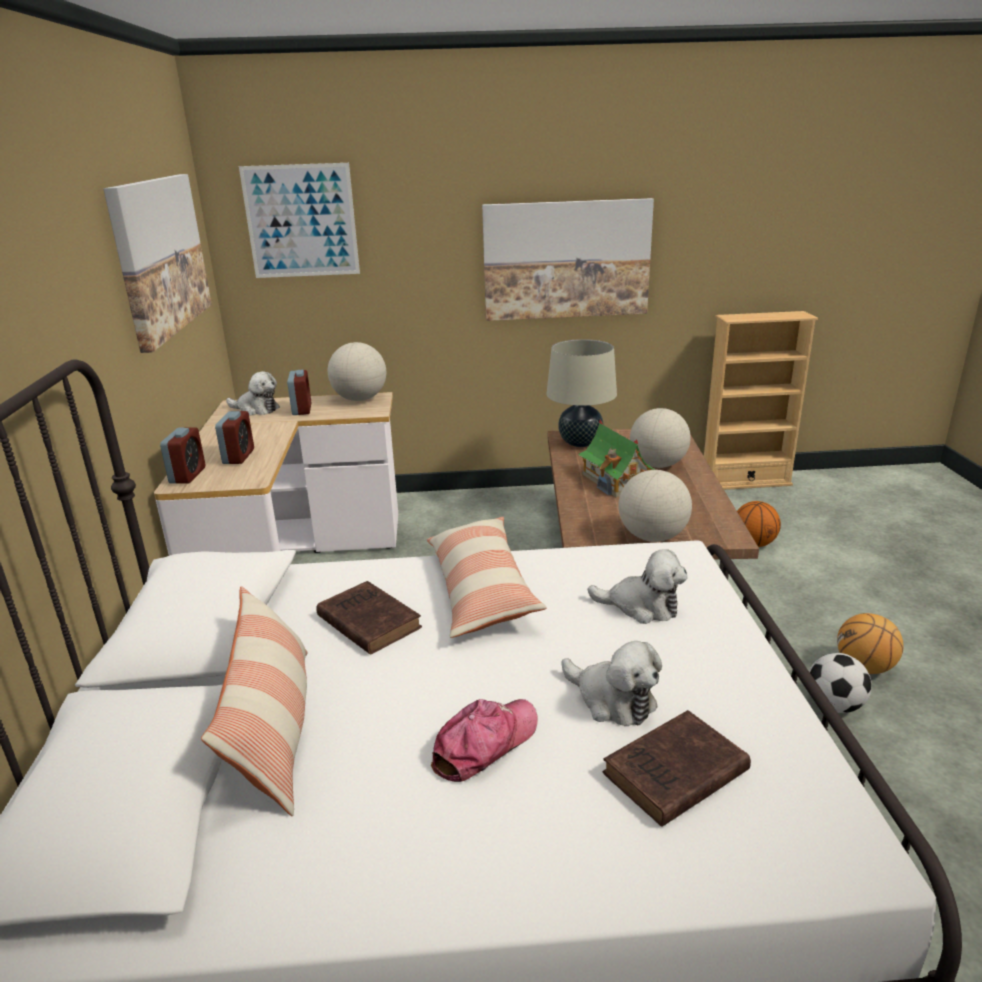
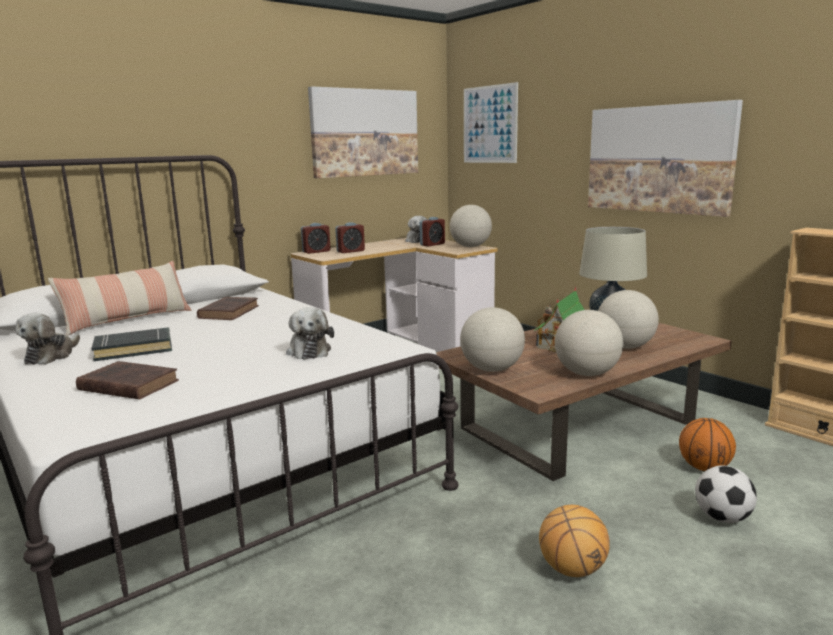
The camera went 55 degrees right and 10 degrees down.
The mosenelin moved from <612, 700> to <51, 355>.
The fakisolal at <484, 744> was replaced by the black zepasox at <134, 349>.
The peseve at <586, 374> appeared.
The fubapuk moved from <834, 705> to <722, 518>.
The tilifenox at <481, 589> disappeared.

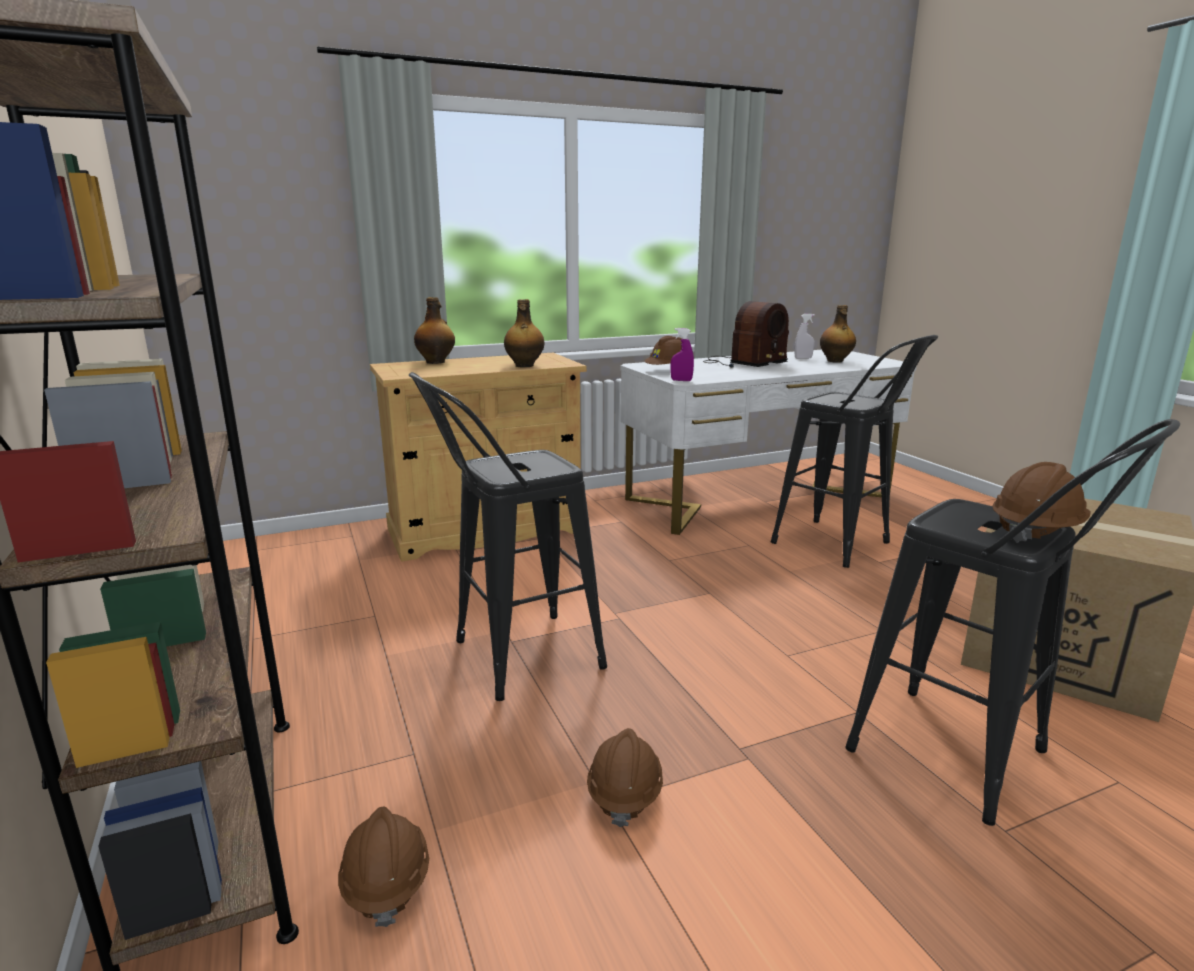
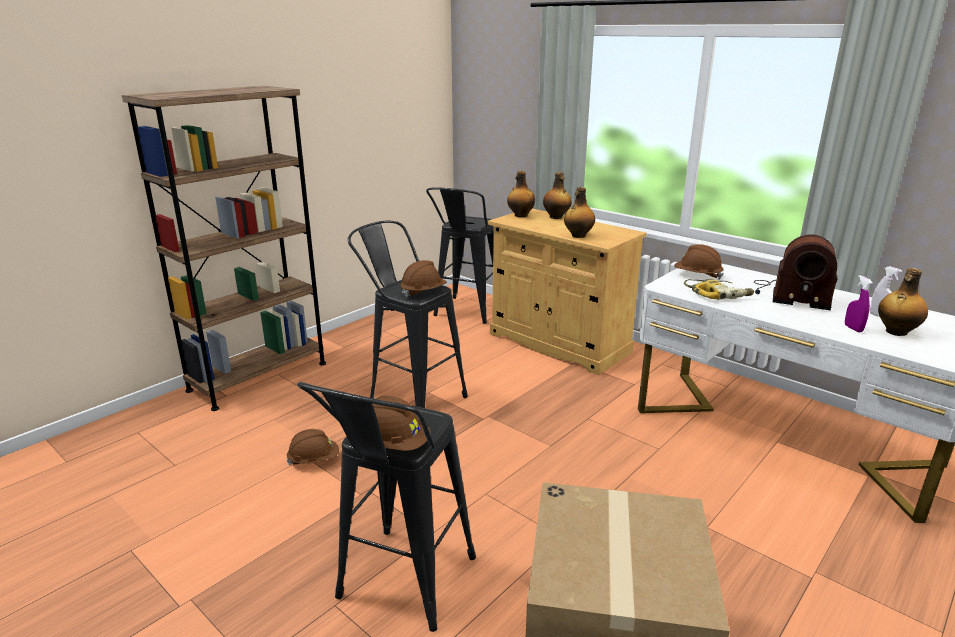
The camera went 65 degrees right and 5 degrees up.
The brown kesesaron moved from <386, 883> to <423, 292>.
The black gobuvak moved from <841, 547> to <465, 313>.
The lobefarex at <520, 215> appeared.
The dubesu at <718, 294> appeared.
The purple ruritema moved from <681, 380> to <853, 328>.

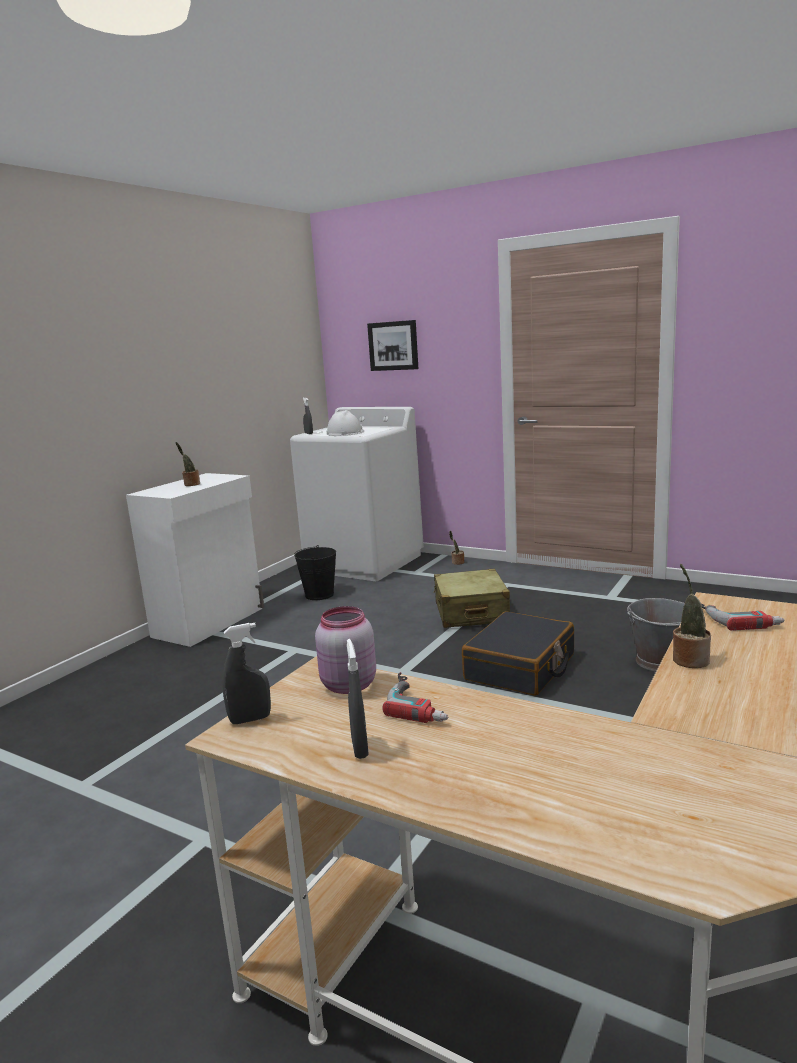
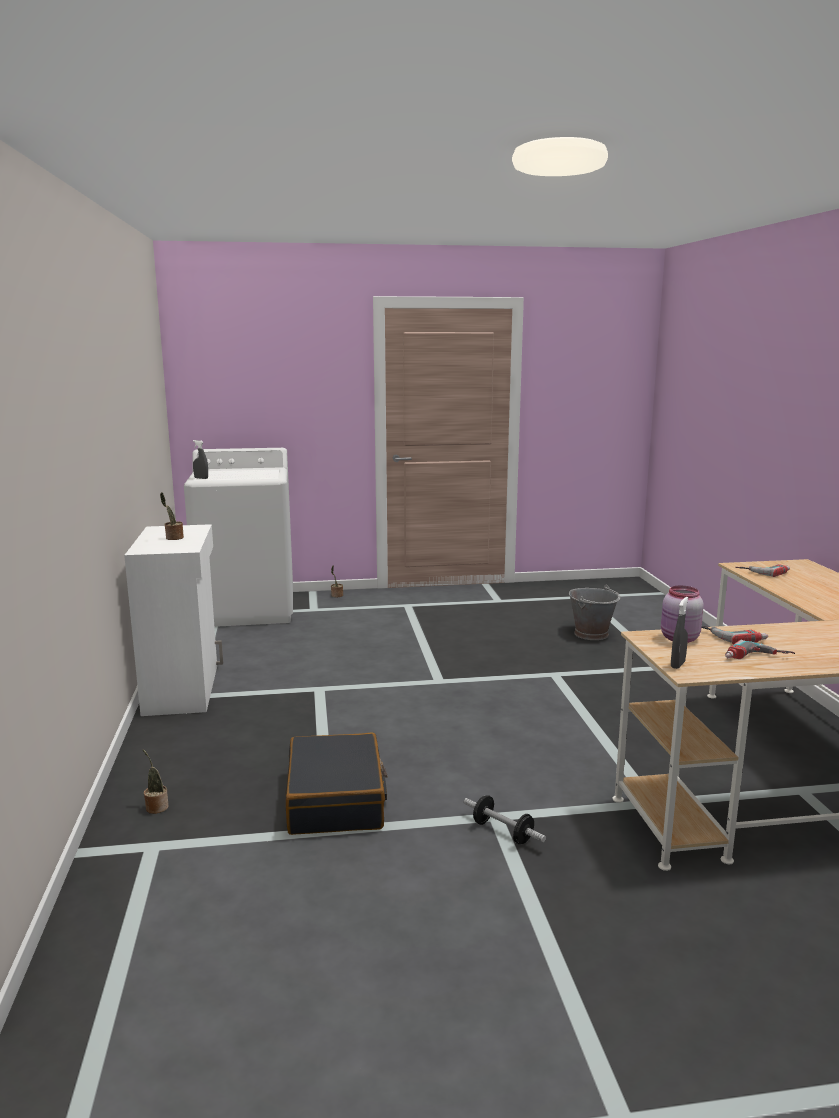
The camera went 40 degrees left and 0 degrees up.
The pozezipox moved from <689, 659> to <156, 807>.
The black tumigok moved from <520, 668> to <336, 800>.
The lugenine at <502, 832> appeared.
The grey ruritema at <360, 748> was replaced by the dubesu at <758, 659>.
The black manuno at <319, 595> disappeared.
The white kesesaron at <345, 433> disappeared.
The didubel at <393, 345> disappeared.
The beige tumigok at <471, 613> disappeared.

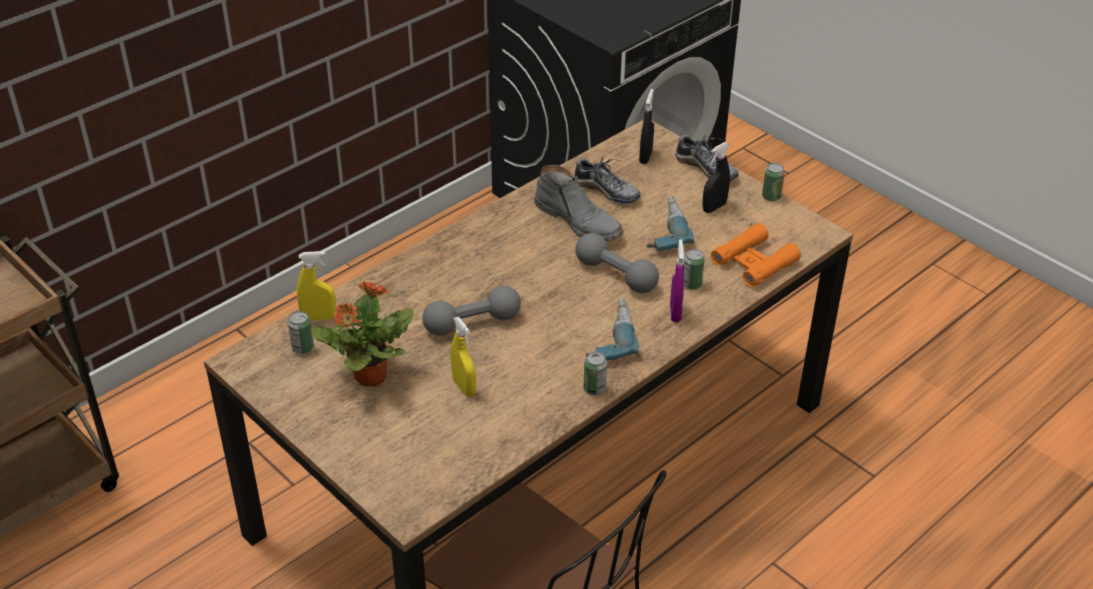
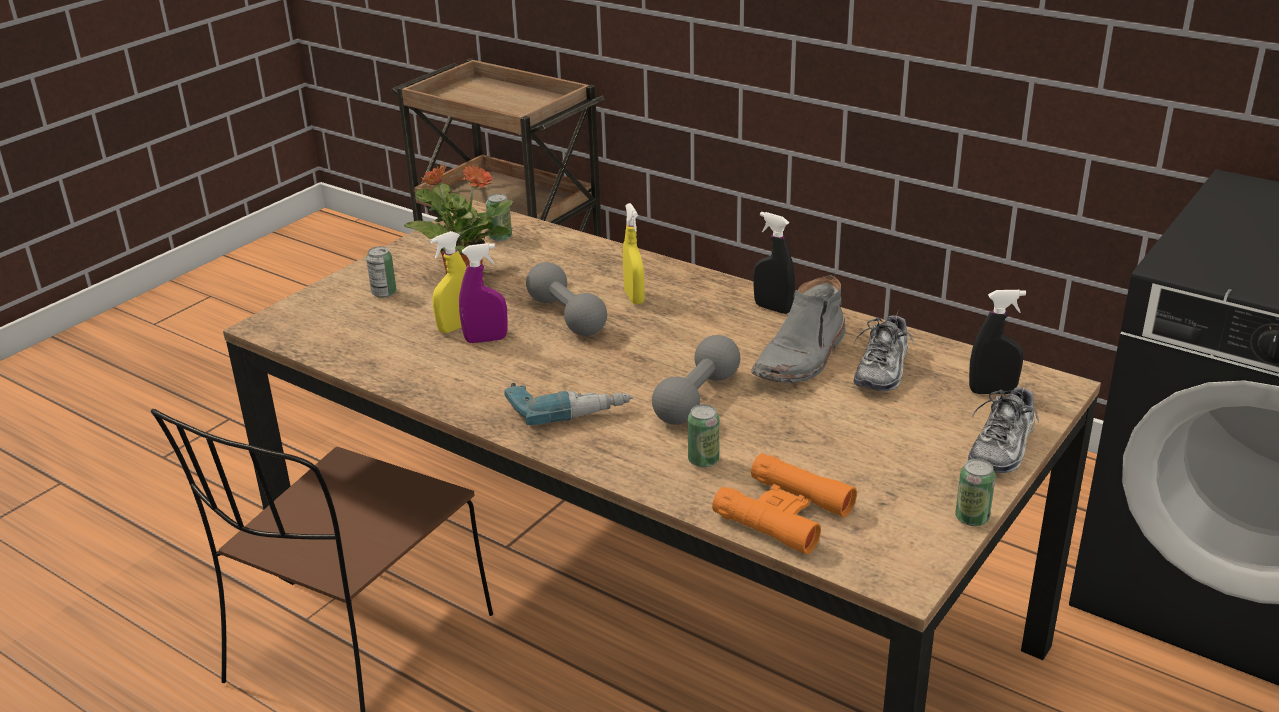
The camera went 80 degrees right and 10 degrees down.
The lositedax moved from <594, 389> to <384, 293>.
The purple ruritema moved from <675, 313> to <486, 339>.
The yellow ruritema moved from <319, 317> to <634, 297>.
The black ruritema moved from <714, 207> to <772, 308>.
The dubesu at <663, 230> disappeared.

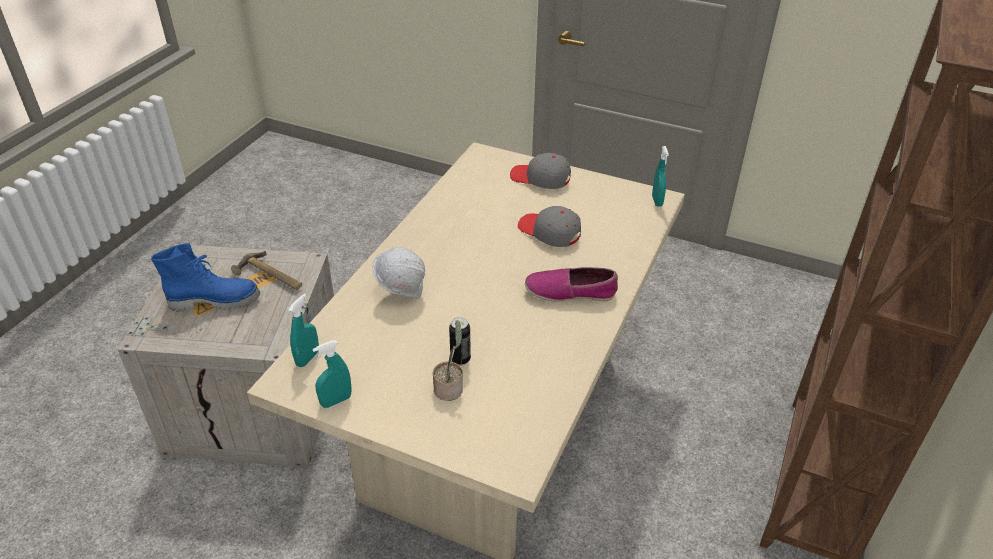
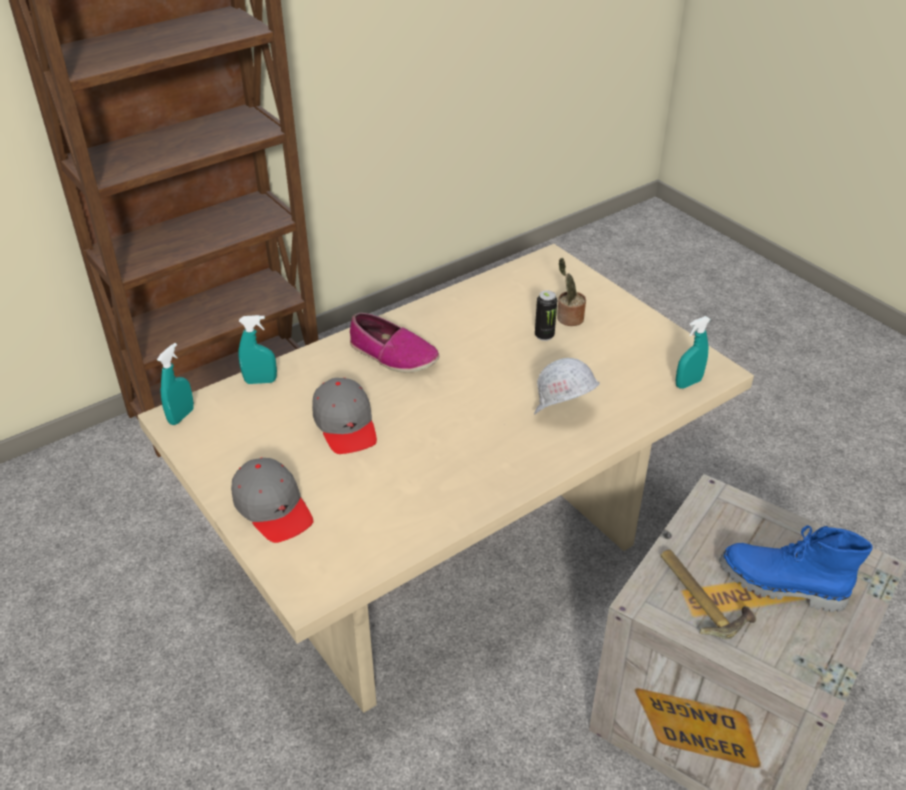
The camera went 150 degrees left and 0 degrees up.
The turquoise ruritema moved from <336, 401> to <260, 381>.

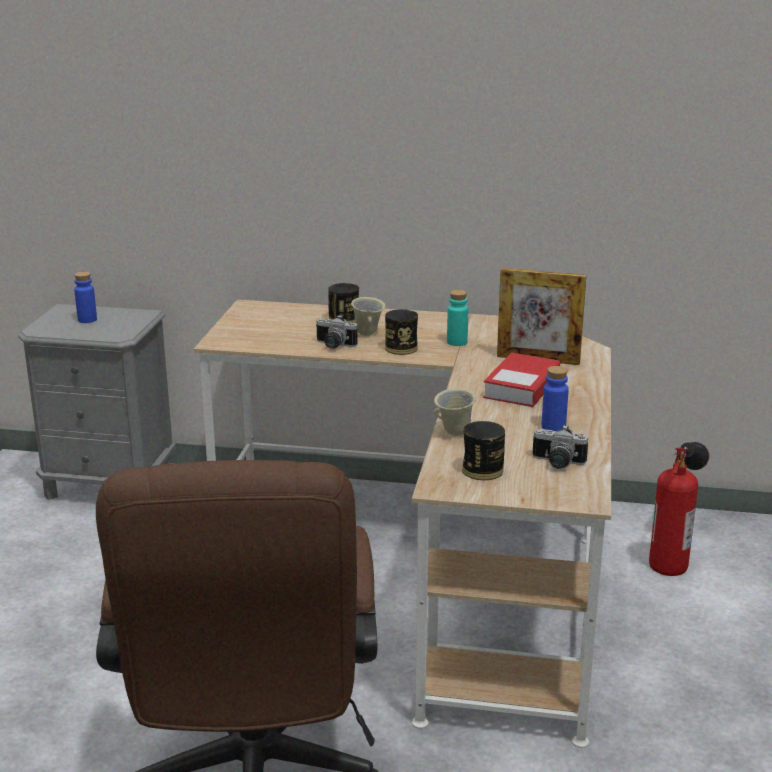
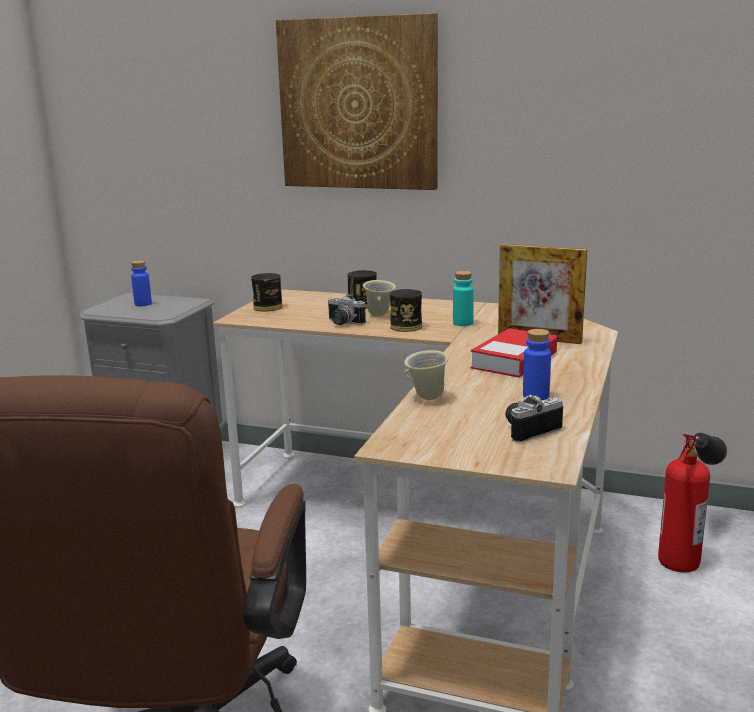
The camera went 10 degrees right and 5 degrees down.
The lositedax moved from <482, 470> to <268, 307>.
The didubel at <358, 104> appeared.
The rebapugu at <557, 463> turned 120 degrees clockwise.

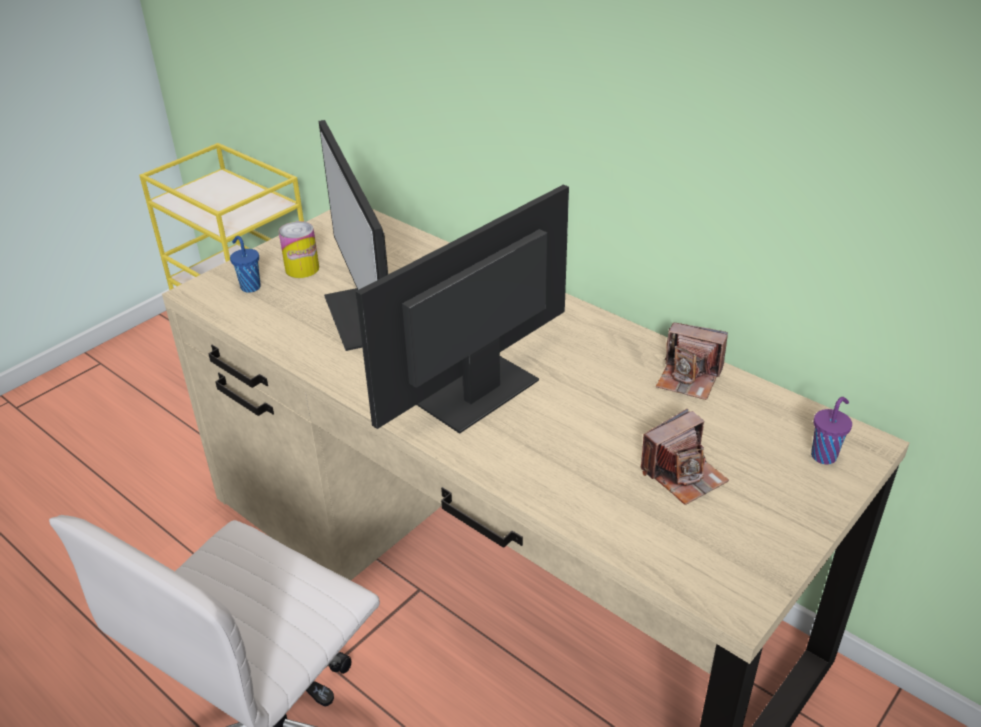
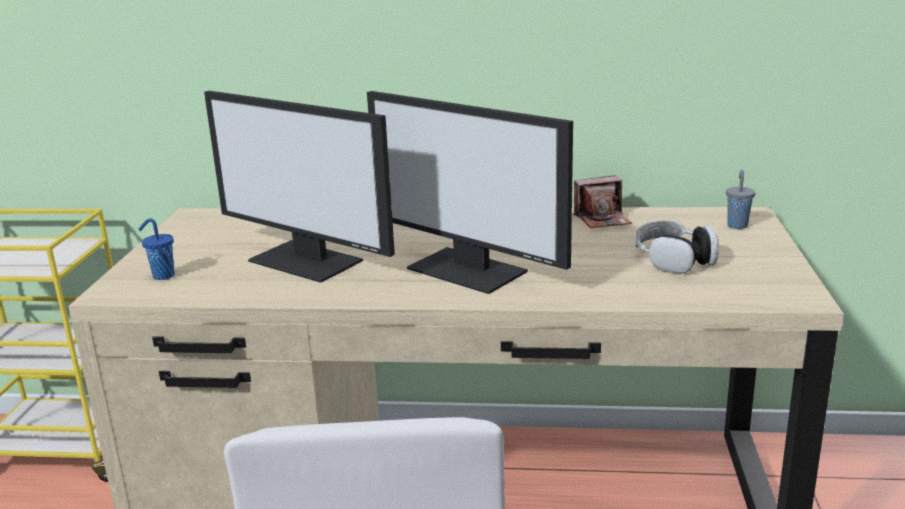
The camera went 35 degrees left and 15 degrees down.
The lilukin at <477, 393> turned 60 degrees counterclockwise.
The rebapugu at <683, 475> was replaced by the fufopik at <674, 259>.
The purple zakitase at <824, 455> became the grey zakitase at <737, 225>.
The lositedax at <302, 269> disappeared.

